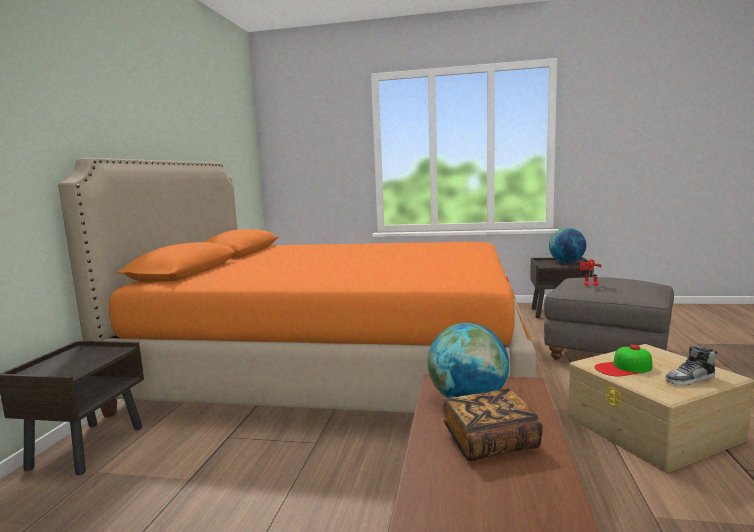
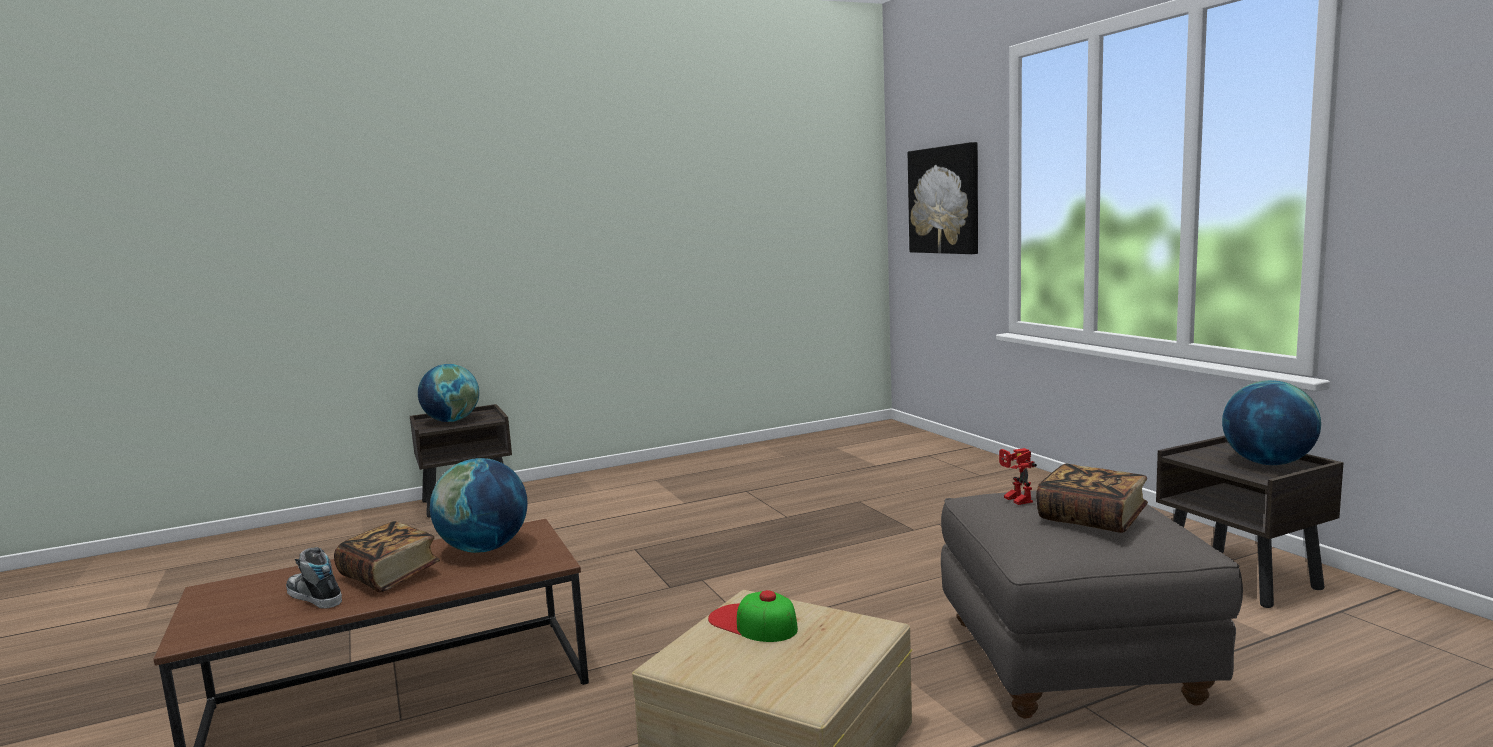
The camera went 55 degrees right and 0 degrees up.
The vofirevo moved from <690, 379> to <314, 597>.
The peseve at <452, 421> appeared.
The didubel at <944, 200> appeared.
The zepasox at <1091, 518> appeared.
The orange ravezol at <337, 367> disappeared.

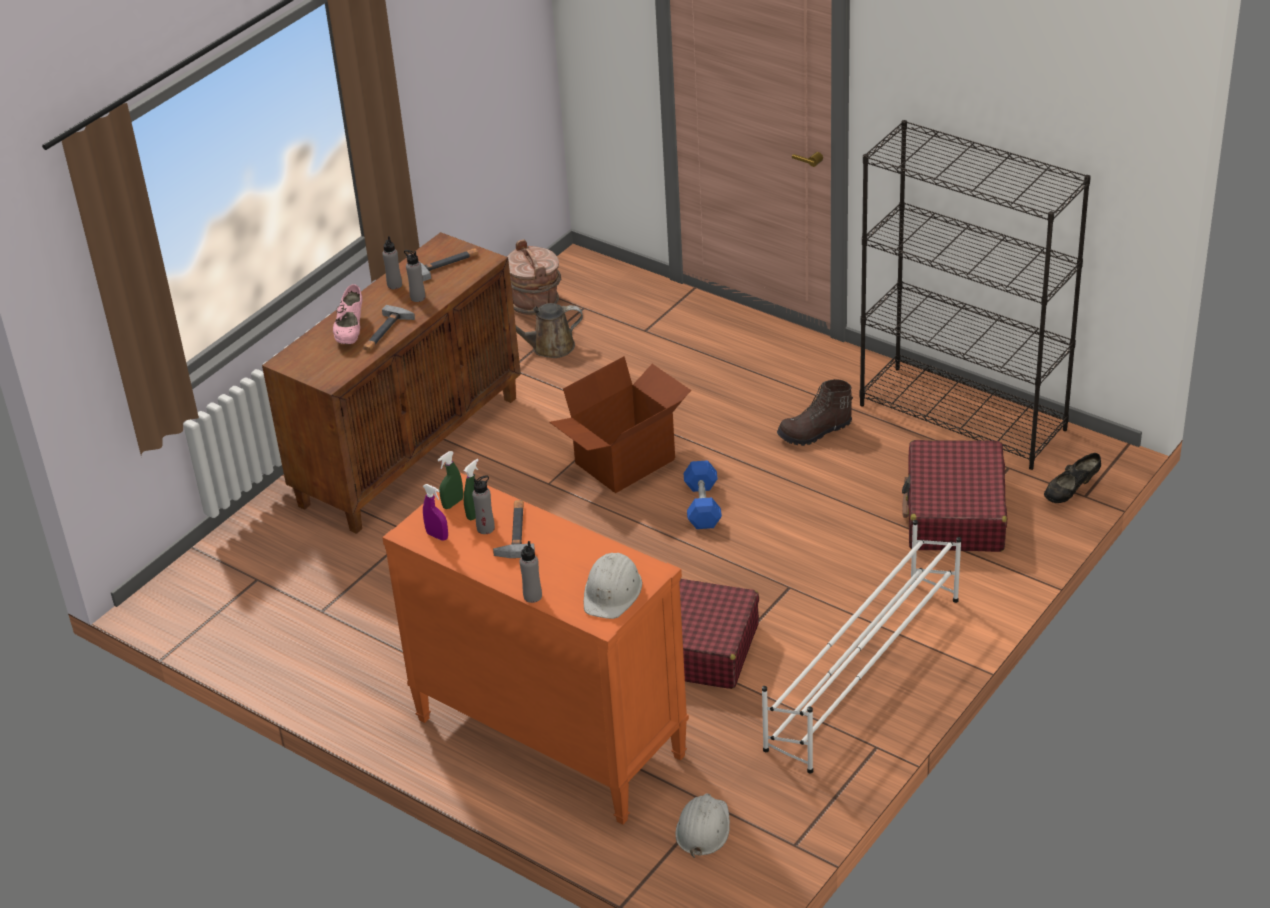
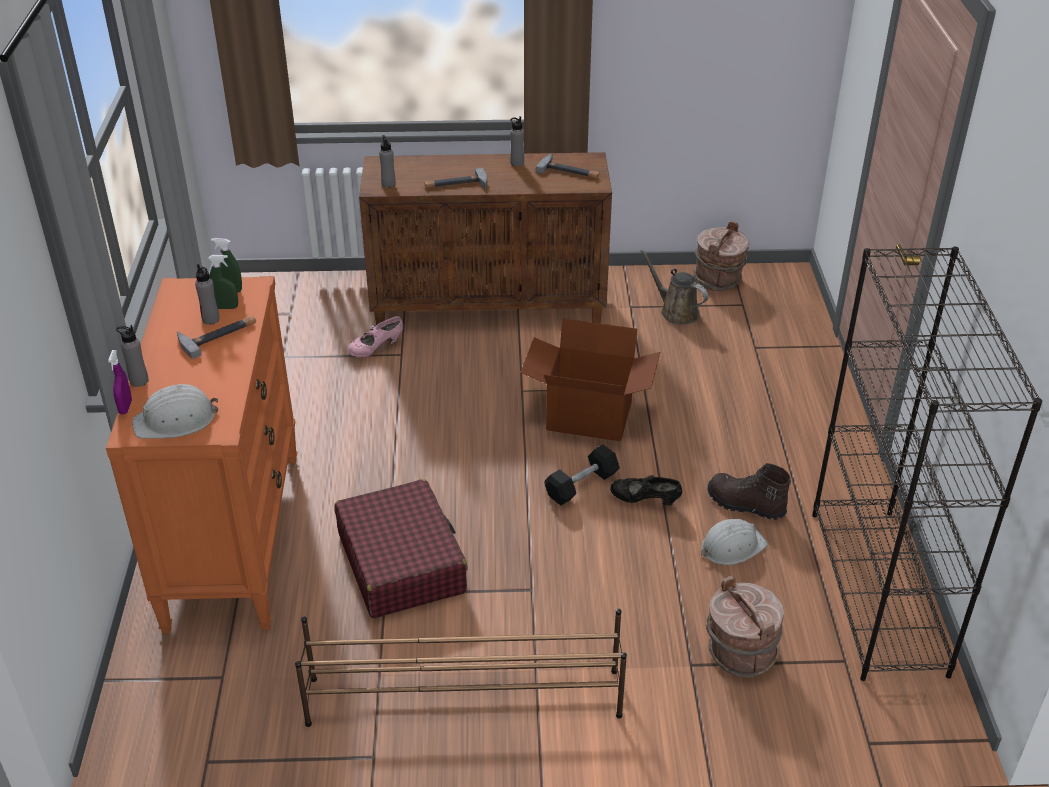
The camera went 50 degrees right and 0 degrees up.
The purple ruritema moved from <437, 536> to <125, 407>.
The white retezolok at <862, 673> became the brown retezolok at <462, 696>.
The pink vofirevo moved from <350, 331> to <376, 349>.
The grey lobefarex moved from <417, 297> to <388, 184>.
The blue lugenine at <702, 505> became the black lugenine at <581, 485>.
The black vofirevo moved from <1071, 491> to <645, 500>.
The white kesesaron moved from <703, 828> to <732, 546>.
The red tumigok at <955, 512> was replaced by the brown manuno at <740, 653>.

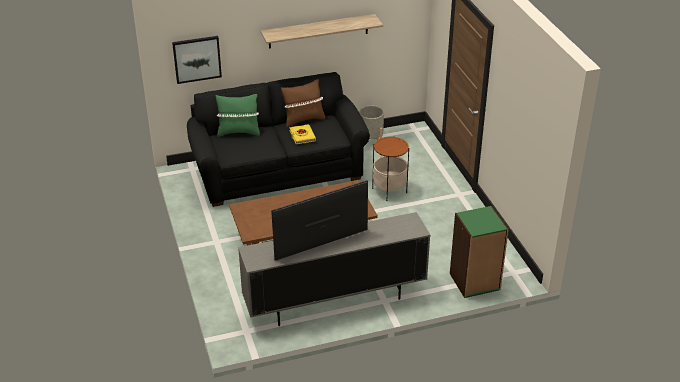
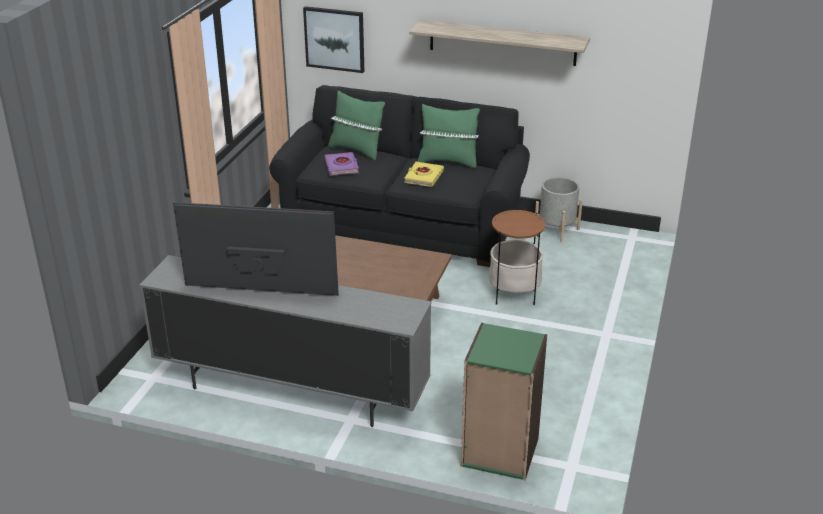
The camera went 35 degrees right and 5 degrees down.
The purple zepasox at <341, 167> appeared.
The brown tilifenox at <303, 120> became the green tilifenox at <448, 161>.

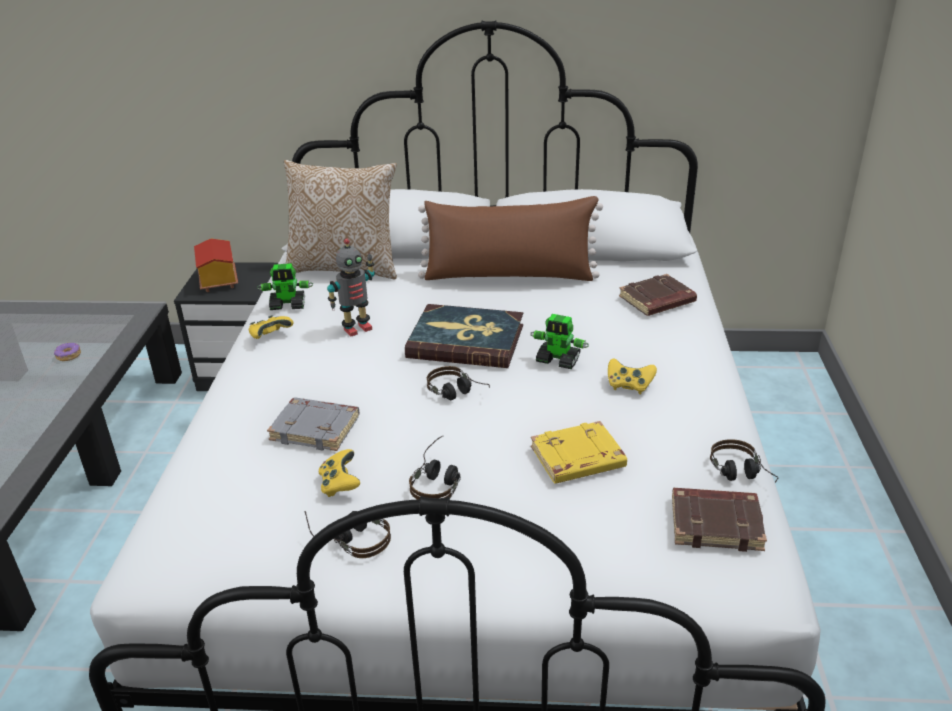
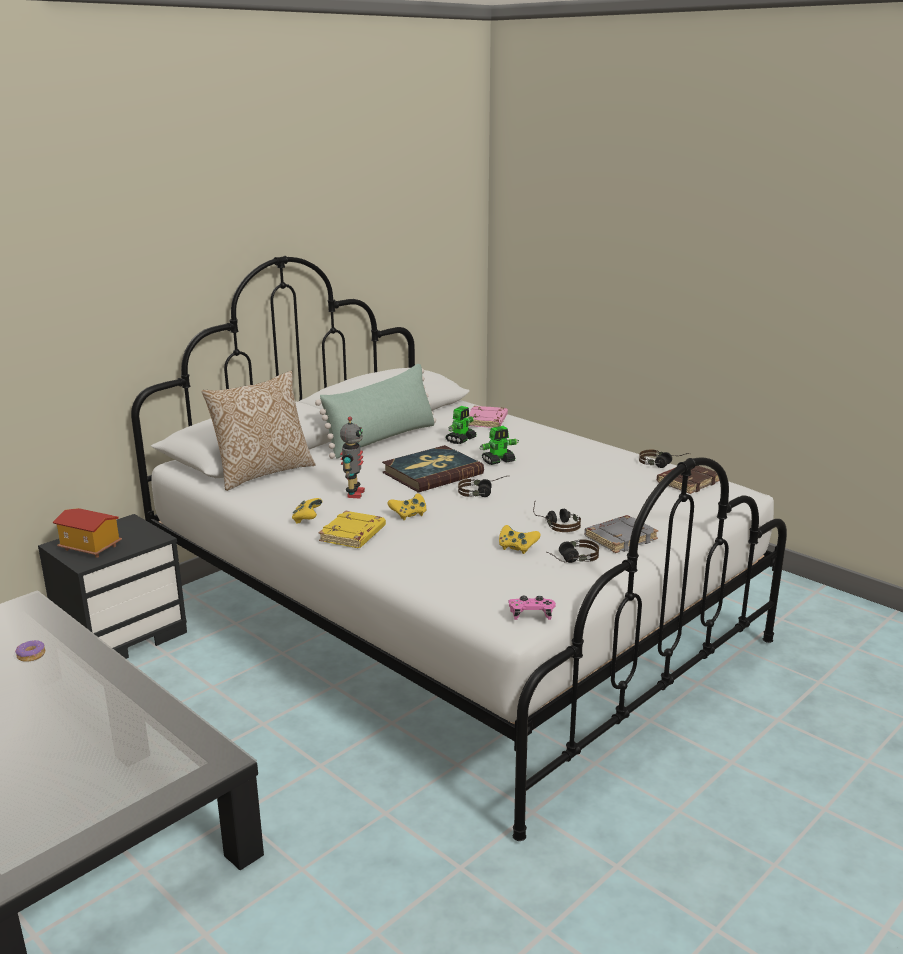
The camera went 50 degrees left and 10 degrees down.
The brown tilifenox at <509, 276> became the green tilifenox at <382, 439>.
The yellow zepasox moved from <577, 459> to <353, 535>.
The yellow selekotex moved from <629, 386> to <408, 515>.
The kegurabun moved from <288, 305> to <461, 440>.
The brown zepasox at <657, 301> became the pink zepasox at <487, 421>.
The pink selekotex at <531, 615> appeared.
The grey zepasox moved from <316, 428> to <620, 538>.

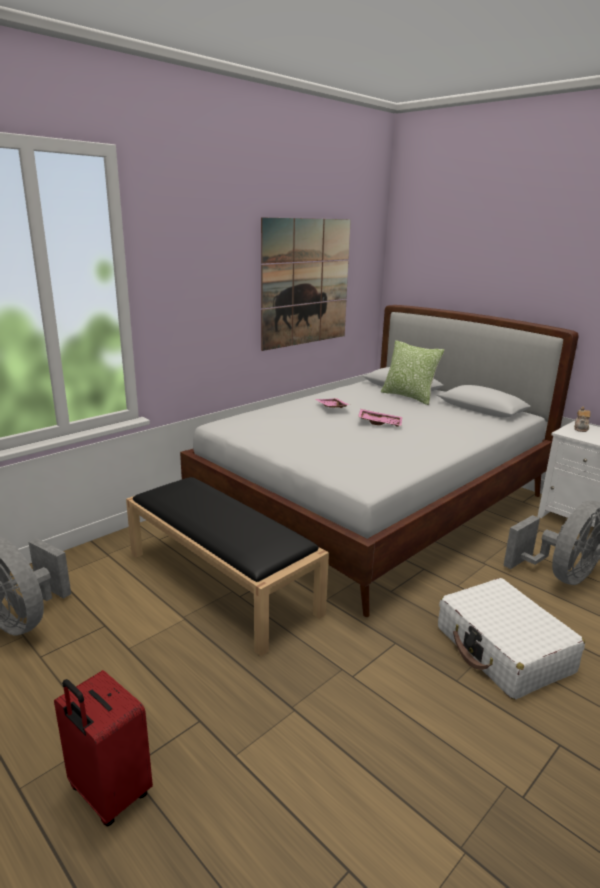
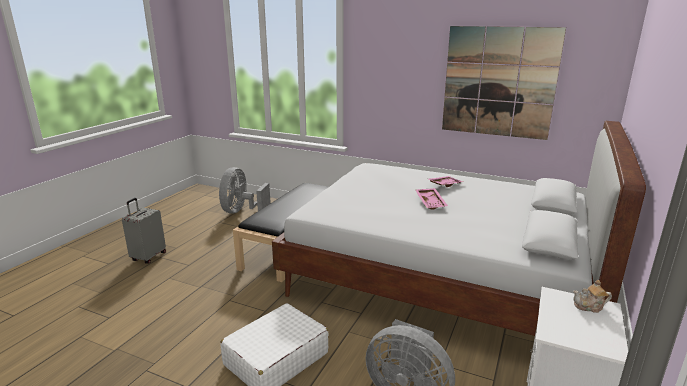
The camera went 70 degrees right and 0 degrees up.
The red tumigok at <108, 794> became the grey tumigok at <148, 257>.
The tilifenox at <408, 397> disappeared.

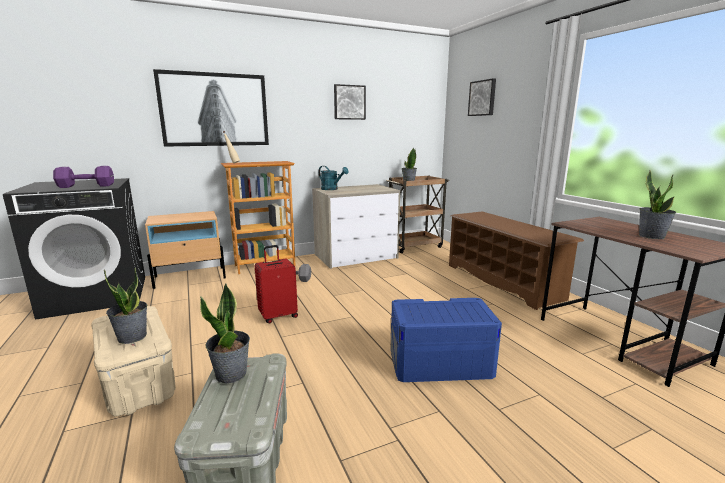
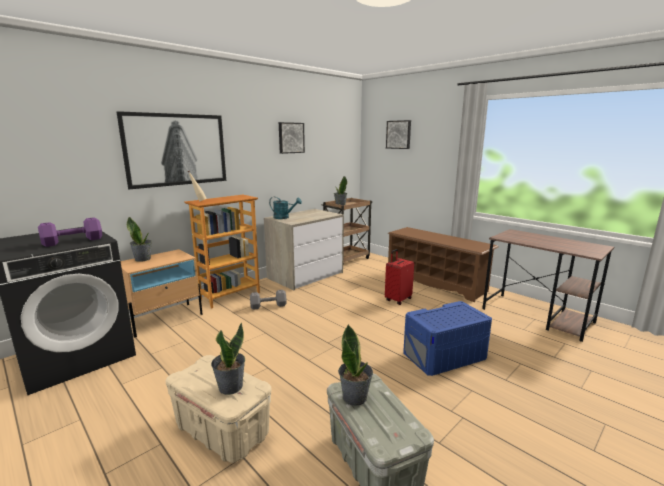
The camera went 20 degrees left and 0 degrees up.
The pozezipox moved from <651, 236> to <143, 259>.
The red tumigok moved from <278, 316> to <397, 299>.

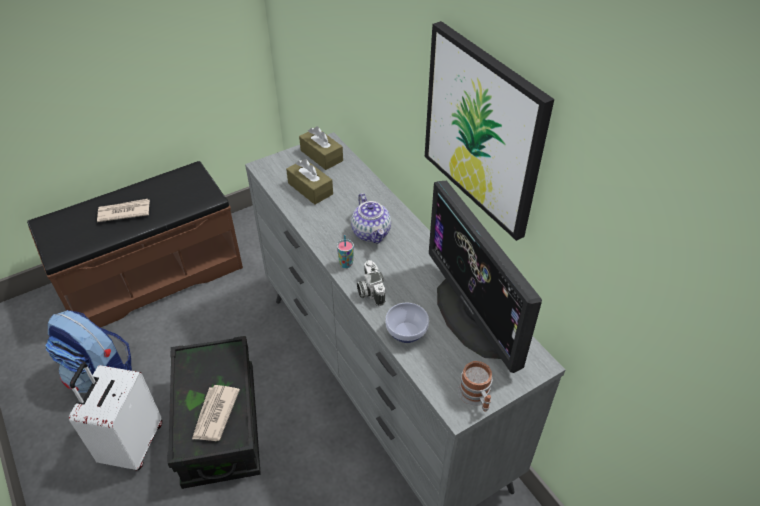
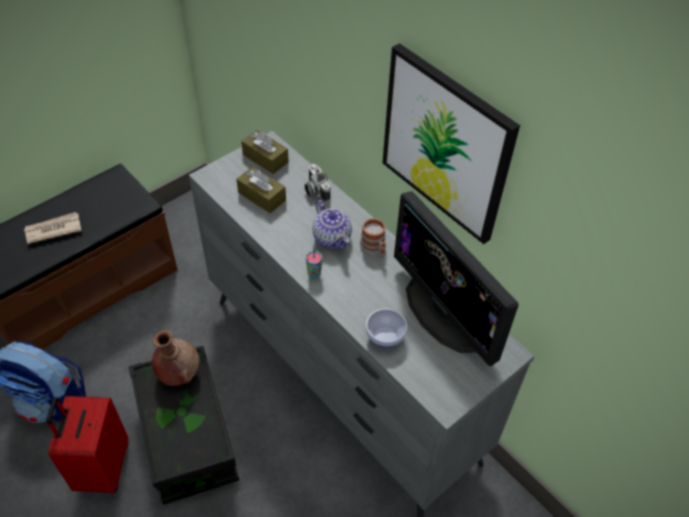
The camera went 10 degrees left and 5 degrees up.
The white tumigok at <132, 444> became the red tumigok at <102, 467>.
The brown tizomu at <178, 373> appeared.
The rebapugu moved from <369, 290> to <315, 190>.
The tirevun moved from <476, 397> to <374, 248>.
The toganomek at <215, 414> disappeared.

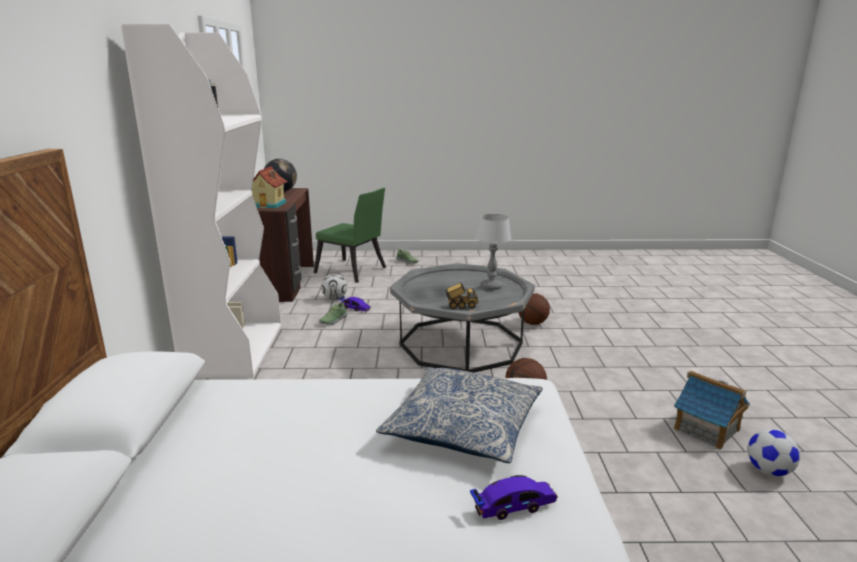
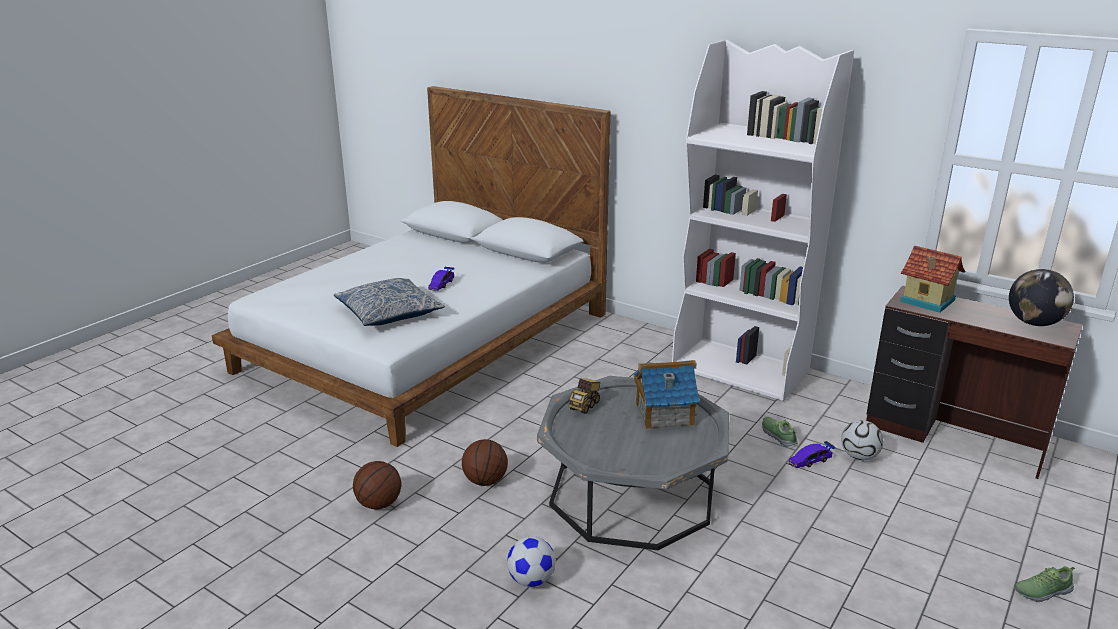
The camera went 125 degrees right and 5 degrees up.
The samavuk moved from <533, 323> to <378, 504>.
The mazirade moved from <514, 505> to <441, 284>.
The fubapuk moved from <768, 471> to <531, 580>.
The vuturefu moved from <707, 429> to <663, 414>.
The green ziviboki at <353, 272> disappeared.
The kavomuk at <491, 286> disappeared.

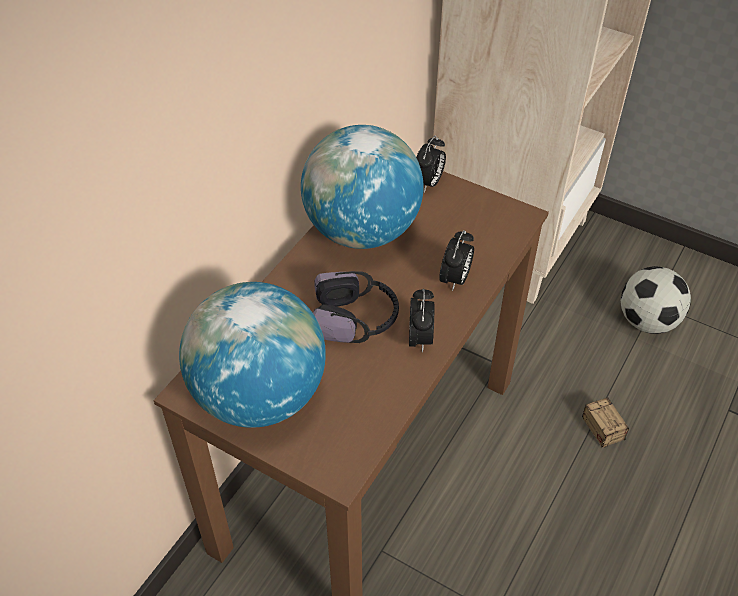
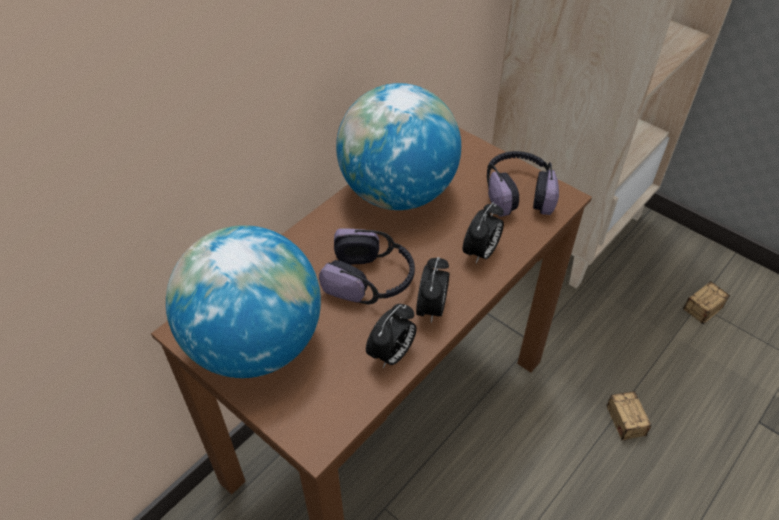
The camera went 10 degrees right and 0 degrees up.
The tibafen moved from <428, 183> to <392, 354>.
The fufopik at <518, 193> appeared.
The fubapuk at <647, 321> was replaced by the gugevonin at <687, 320>.

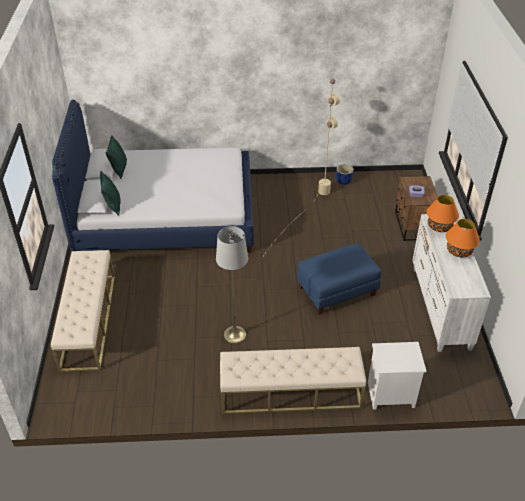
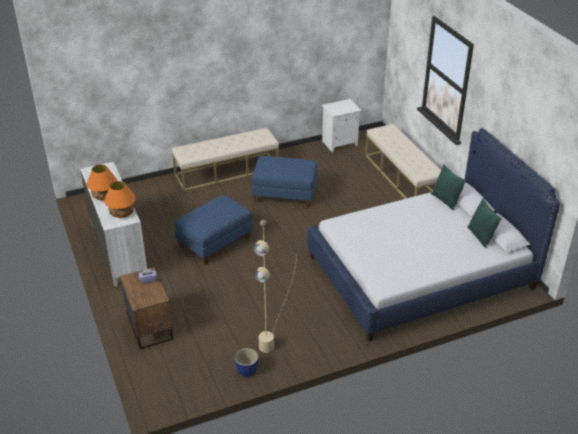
The camera went 160 degrees right and 5 degrees down.
The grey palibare at <234, 335> was replaced by the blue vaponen at <285, 193>.
The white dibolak moved from <390, 395> to <340, 143>.

